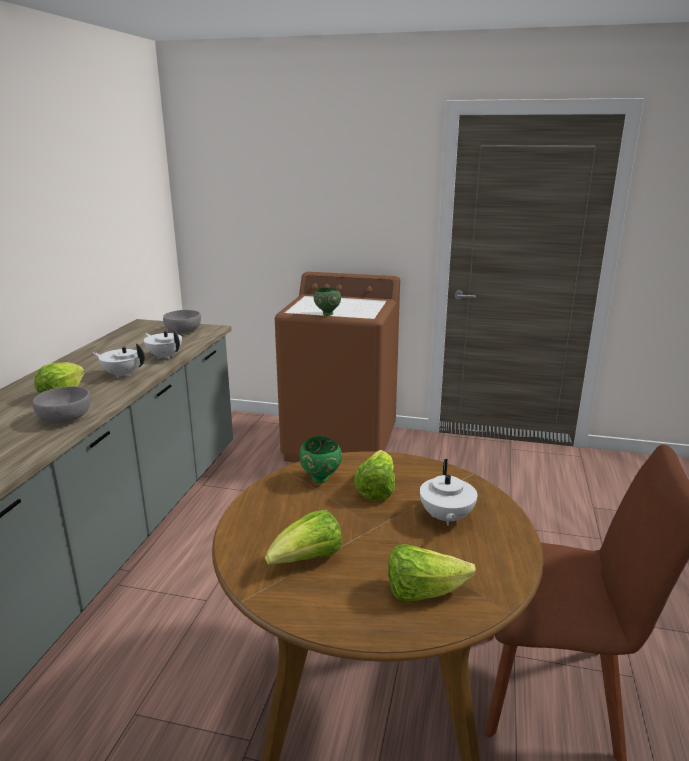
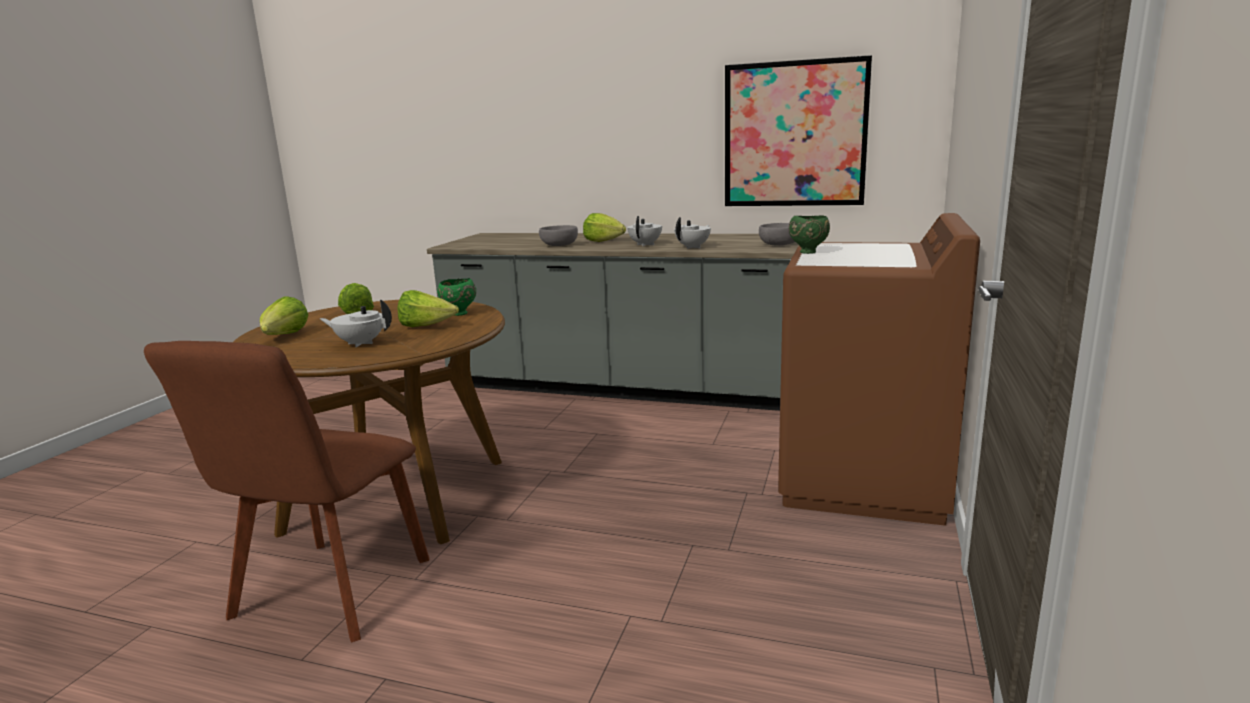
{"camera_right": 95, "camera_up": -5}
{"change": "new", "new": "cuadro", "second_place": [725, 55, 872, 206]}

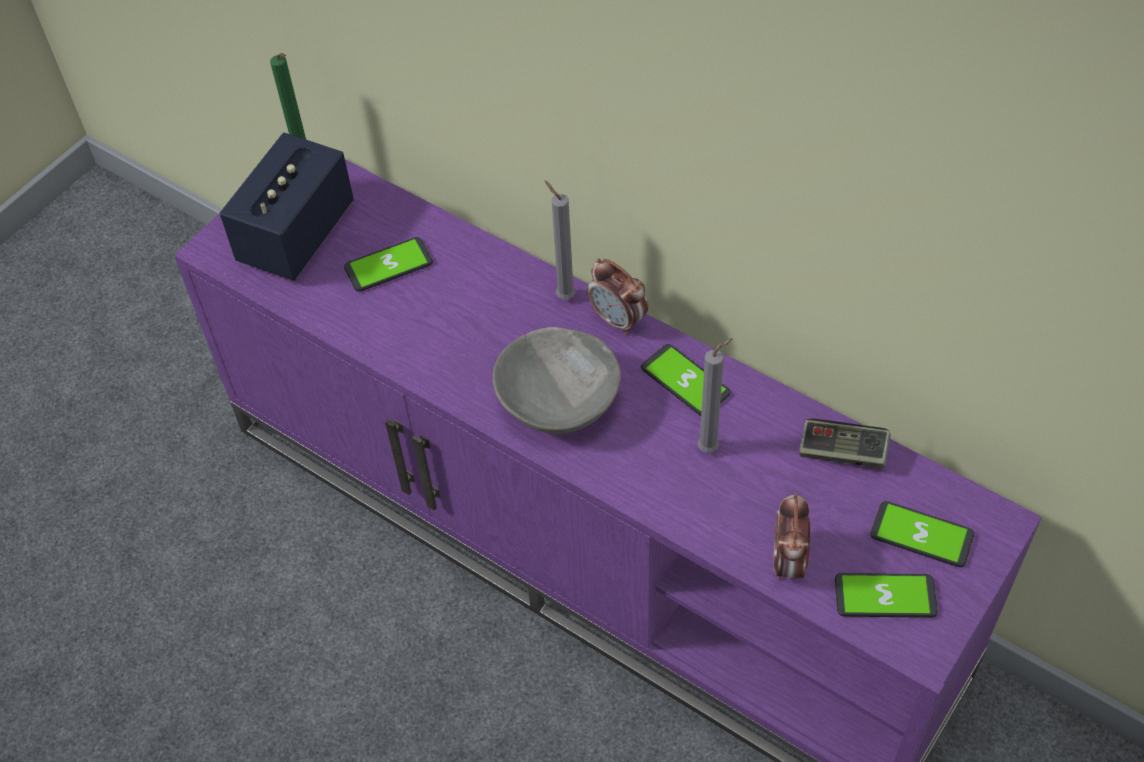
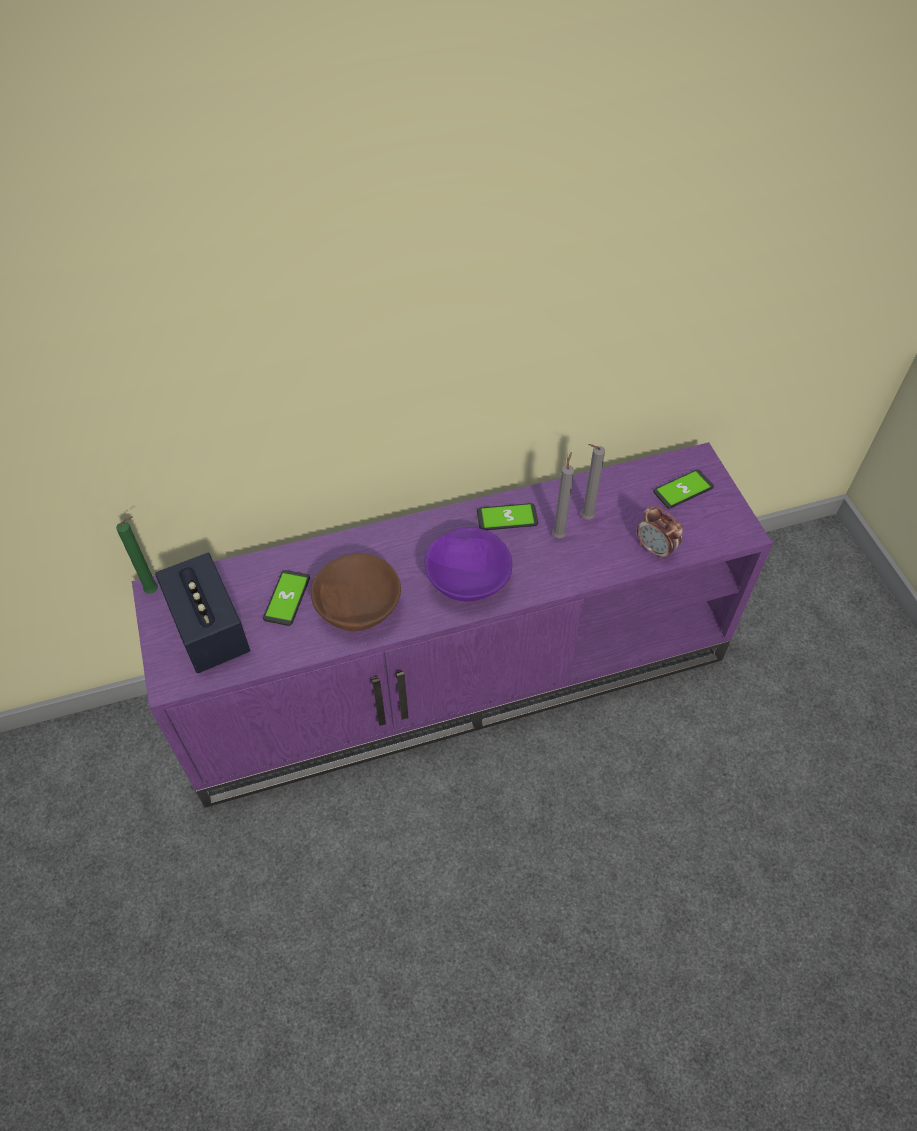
{"camera_right": -55, "camera_up": 0}
{"change": "gone", "old": "despertador", "first_place": [587, 258, 648, 335]}
{"change": "gone", "old": "mando de consola", "first_place": [799, 418, 891, 468]}
{"change": "gone", "old": "móvil", "first_place": [835, 573, 938, 618]}
{"change": "new", "new": "cuenco (marrón)", "second_place": [311, 553, 401, 631]}
{"change": "shifted", "old": "vela (gris)", "first_place": [545, 180, 575, 299], "second_place": [581, 444, 605, 519]}
{"change": "repainted", "old": "cuenco (gris)", "new": "cuenco (morado)", "first_place": [493, 327, 621, 434], "second_place": [425, 527, 512, 602]}

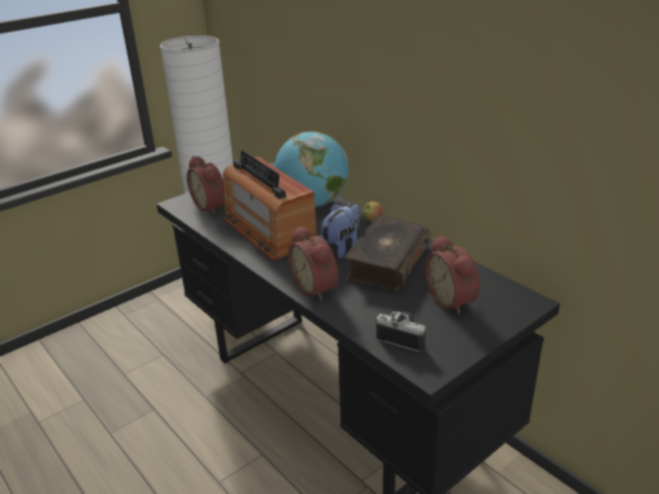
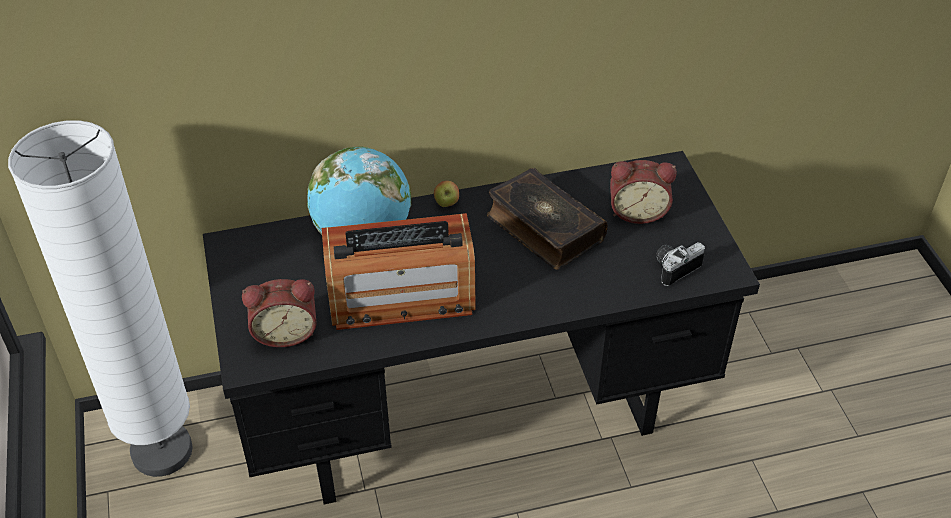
{"camera_right": -65, "camera_up": 15}
{"change": "gone", "old": "despertador", "first_place": [288, 226, 338, 301]}
{"change": "gone", "old": "peluche", "first_place": [320, 203, 360, 259]}

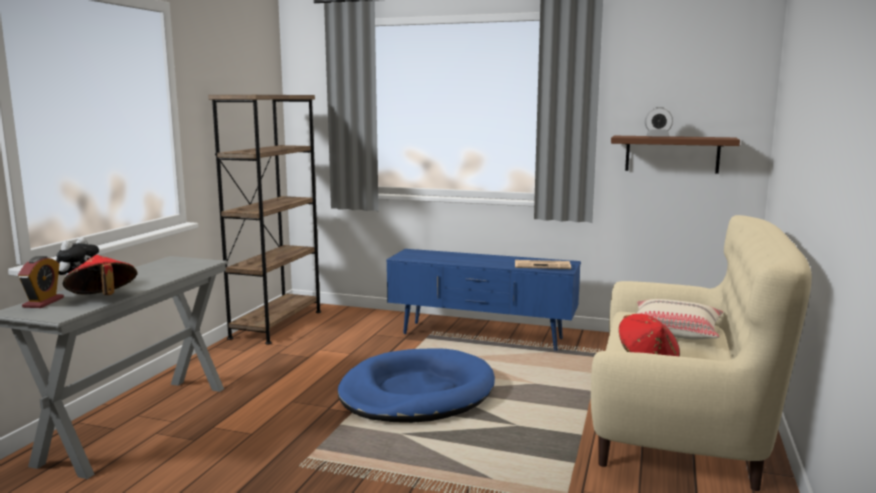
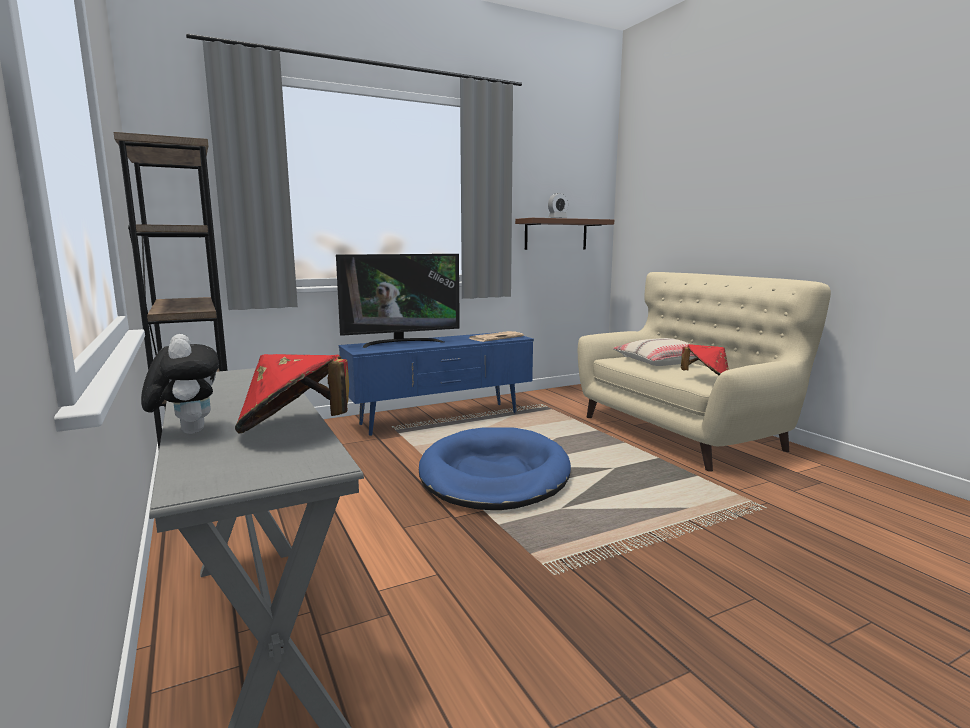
{"camera_right": -45, "camera_up": 0}
{"change": "gone", "old": "despertador", "first_place": [18, 256, 64, 308]}
{"change": "new", "new": "televisor", "second_place": [336, 254, 460, 348]}

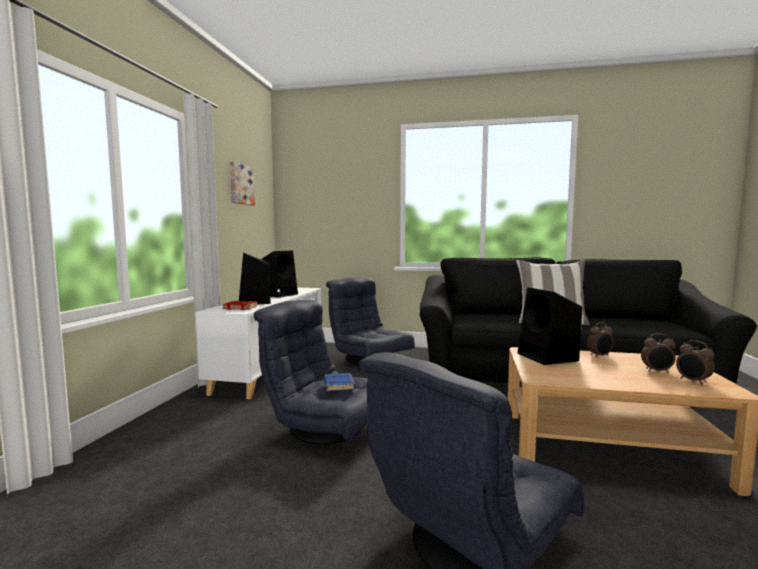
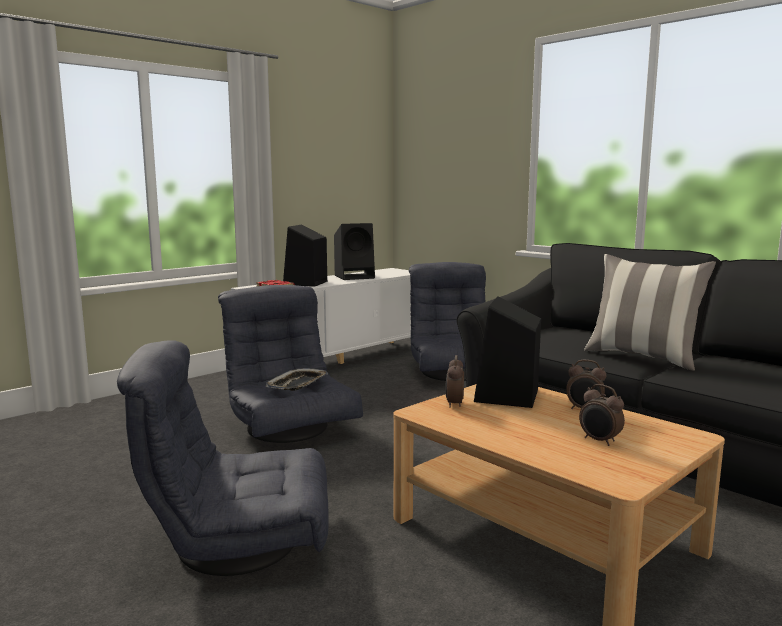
{"camera_right": 35, "camera_up": 5}
{"change": "gone", "old": "cuadro", "first_place": [230, 162, 255, 206]}
{"change": "shifted", "old": "despertador", "first_place": [676, 340, 715, 385], "second_place": [445, 355, 464, 408]}
{"change": "swapped", "old": "libro (azul)", "new": "bandeja", "first_place": [324, 373, 355, 391], "second_place": [266, 368, 328, 391]}

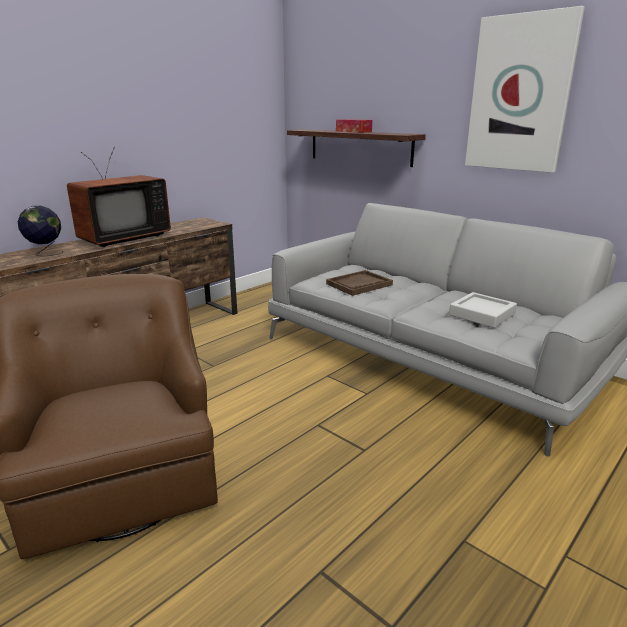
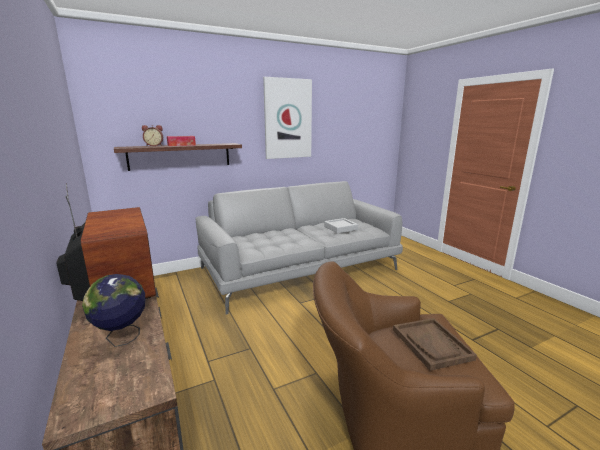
{"camera_right": -70, "camera_up": -5}
{"change": "new", "new": "despertador", "second_place": [142, 125, 163, 146]}
{"change": "shifted", "old": "bandeja (marrón)", "first_place": [326, 270, 393, 296], "second_place": [393, 318, 477, 371]}

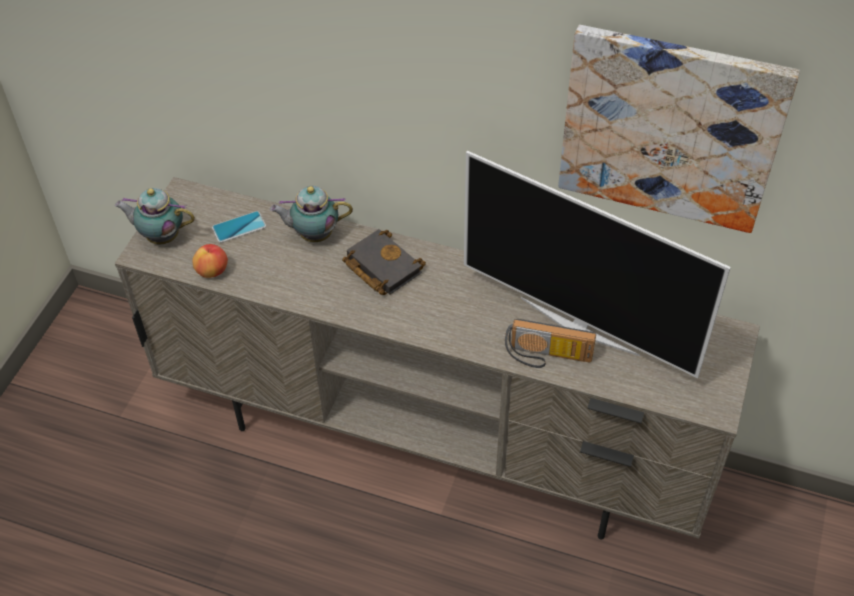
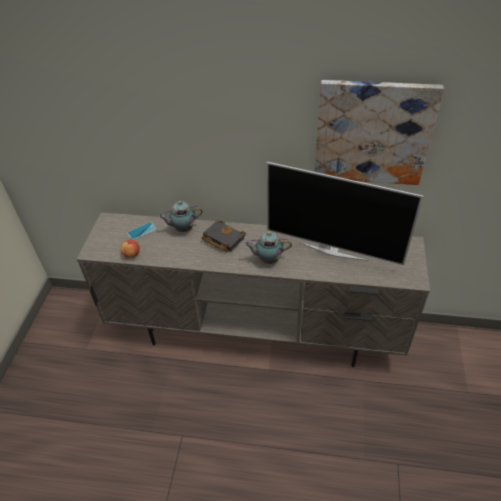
{"camera_right": -10, "camera_up": -5}
{"change": "gone", "old": "radio", "first_place": [505, 319, 596, 368]}
{"change": "shifted", "old": "tetera", "first_place": [115, 188, 195, 244], "second_place": [245, 231, 292, 264]}

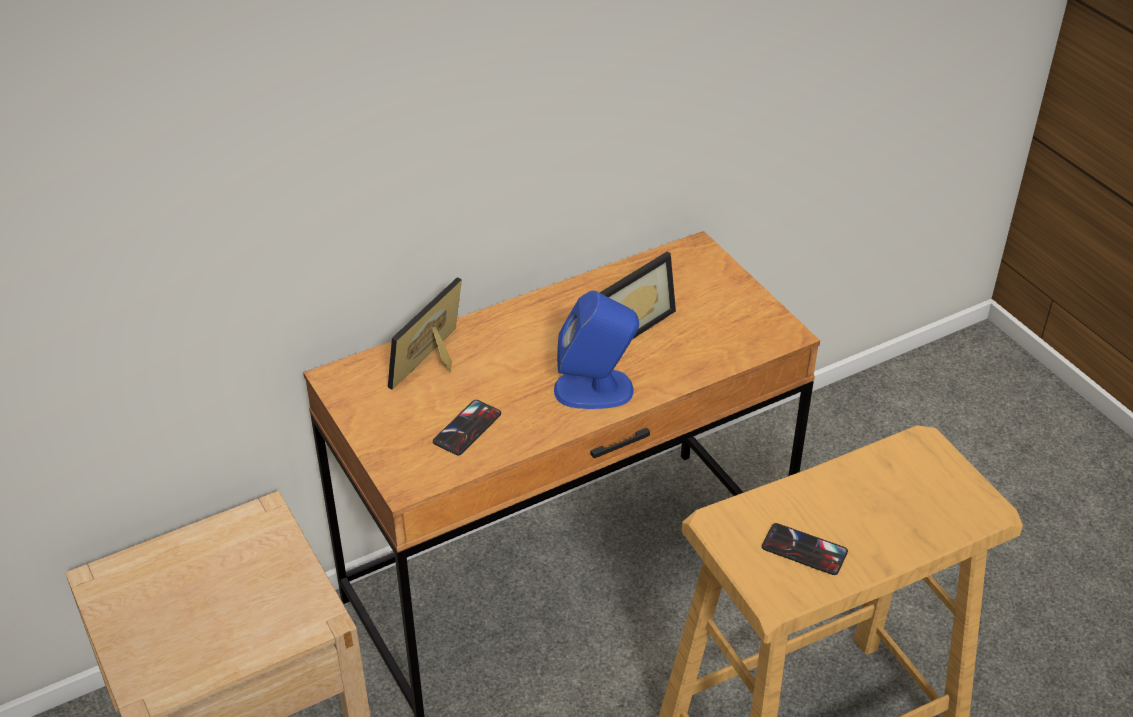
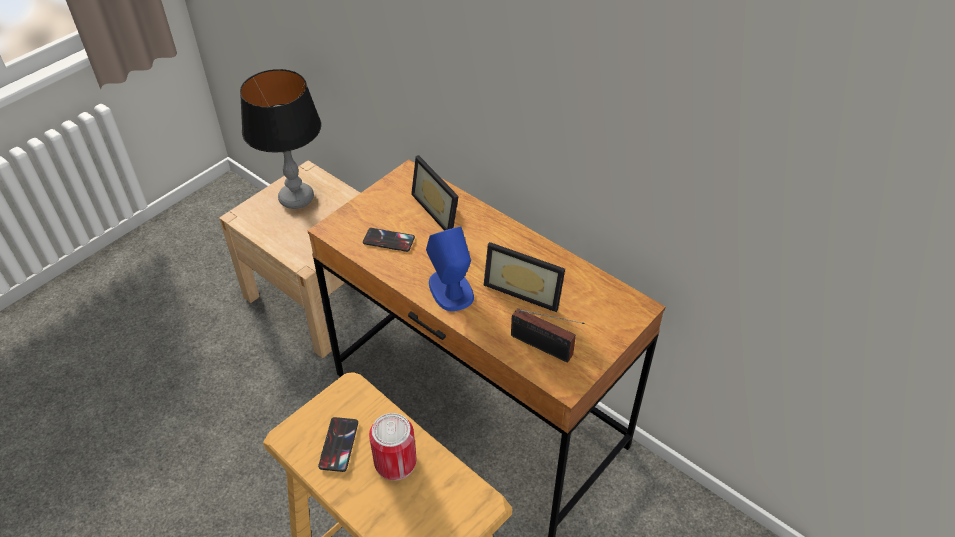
{"camera_right": 70, "camera_up": 5}
{"change": "new", "new": "lámpara de mesa", "second_place": [240, 69, 321, 209]}
{"change": "new", "new": "lata", "second_place": [369, 413, 417, 481]}
{"change": "new", "new": "radio", "second_place": [511, 308, 584, 363]}
{"change": "rotated", "old": "portarretratos", "first_place": [388, 277, 462, 390], "second_place": [411, 155, 459, 231], "degrees": -135}

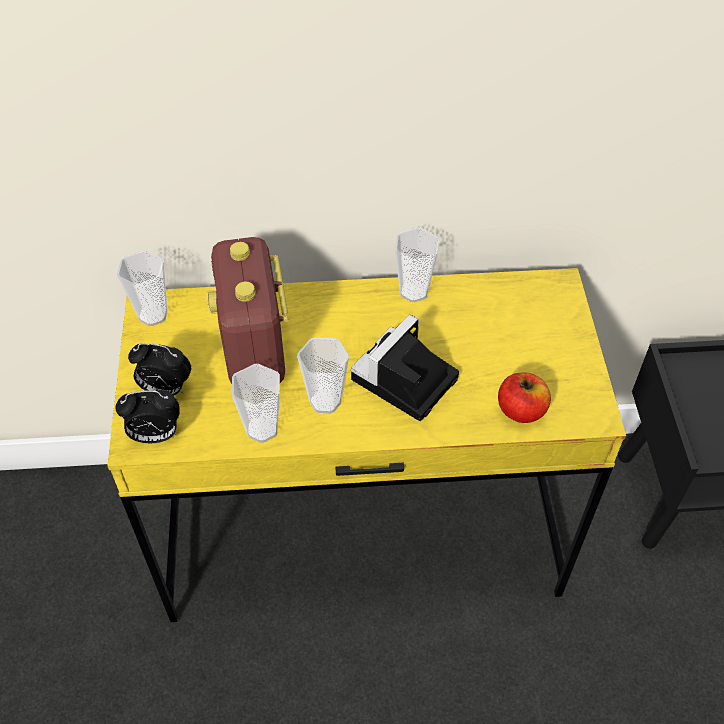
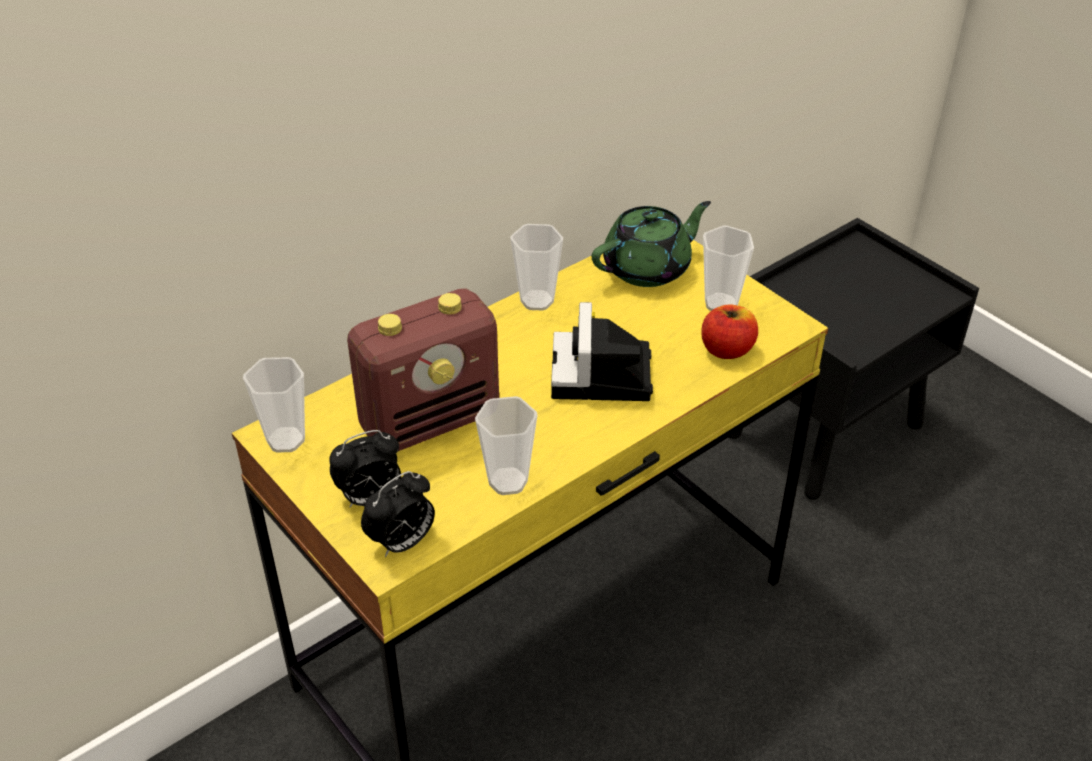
{"camera_right": -35, "camera_up": -10}
{"change": "new", "new": "tetera (verde)", "second_place": [592, 201, 711, 287]}
{"change": "shifted", "old": "taza", "first_place": [297, 337, 349, 414], "second_place": [703, 226, 754, 311]}
{"change": "rotated", "old": "radio", "first_place": [206, 237, 288, 384], "second_place": [347, 288, 499, 451], "degrees": -75}

